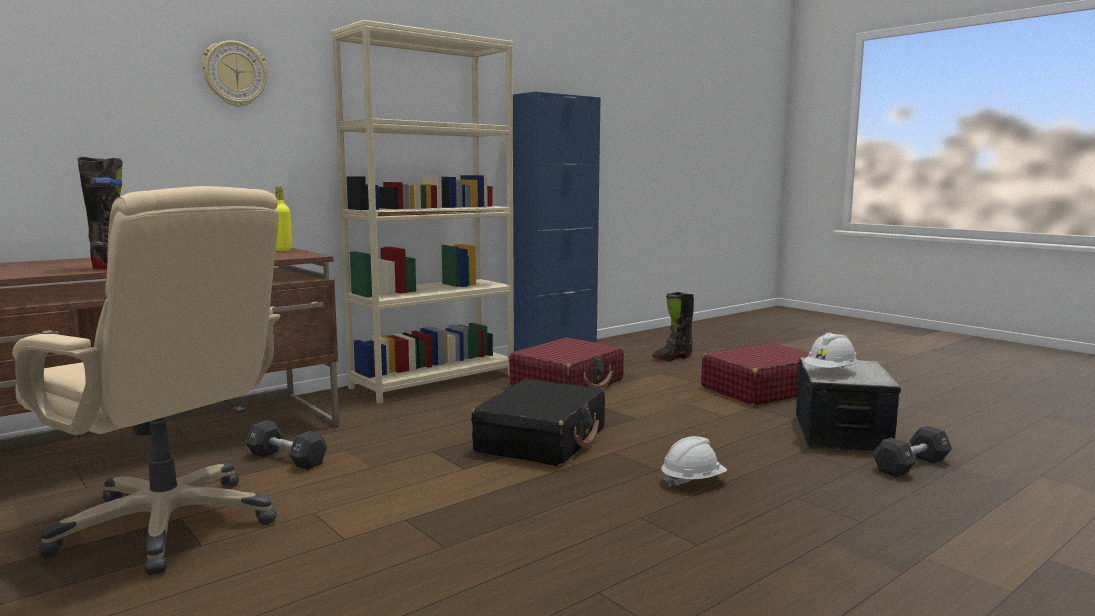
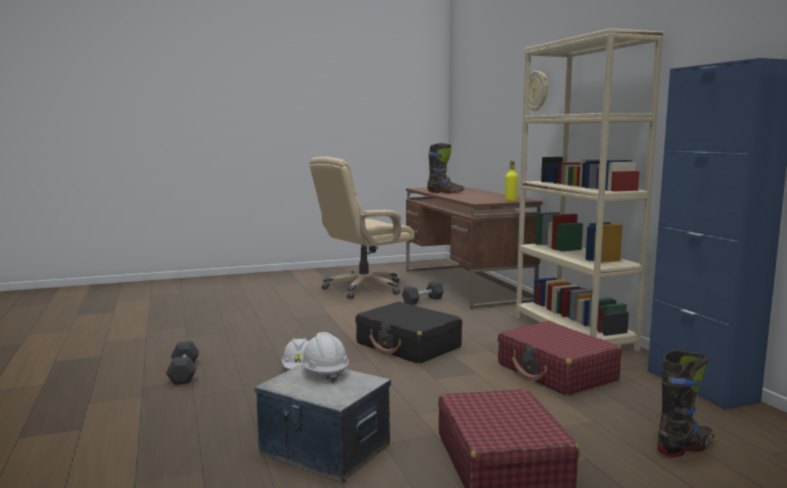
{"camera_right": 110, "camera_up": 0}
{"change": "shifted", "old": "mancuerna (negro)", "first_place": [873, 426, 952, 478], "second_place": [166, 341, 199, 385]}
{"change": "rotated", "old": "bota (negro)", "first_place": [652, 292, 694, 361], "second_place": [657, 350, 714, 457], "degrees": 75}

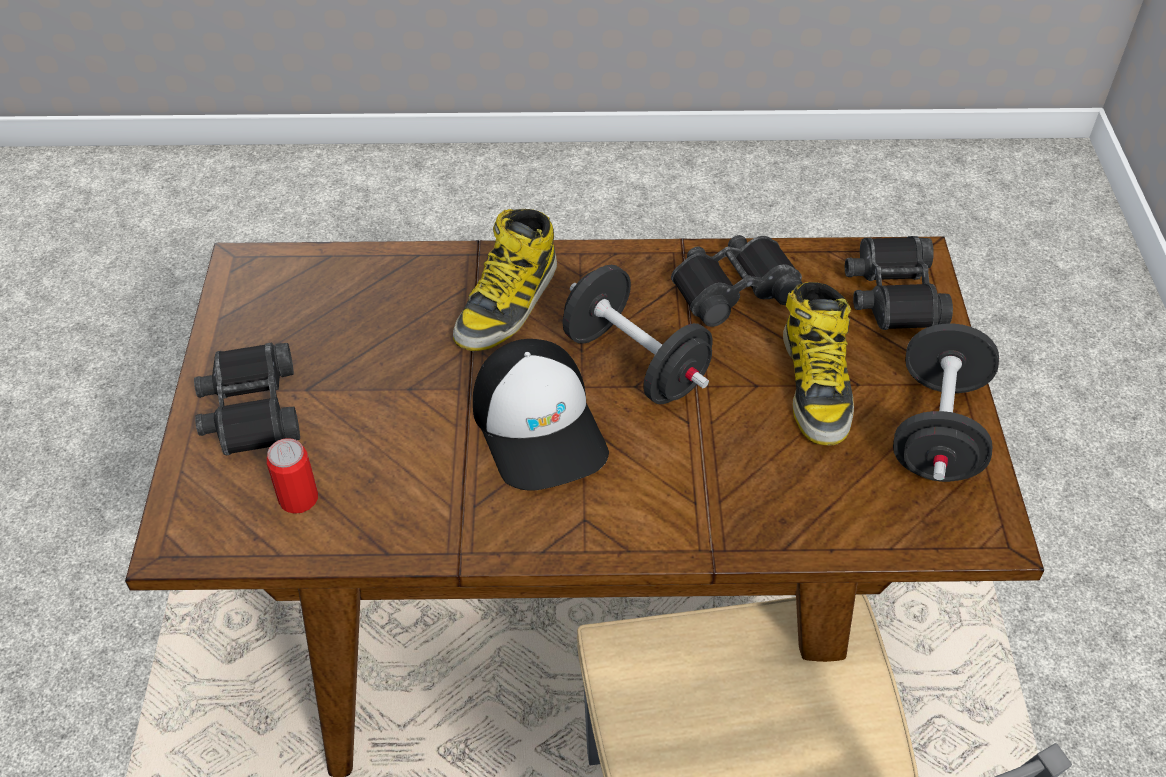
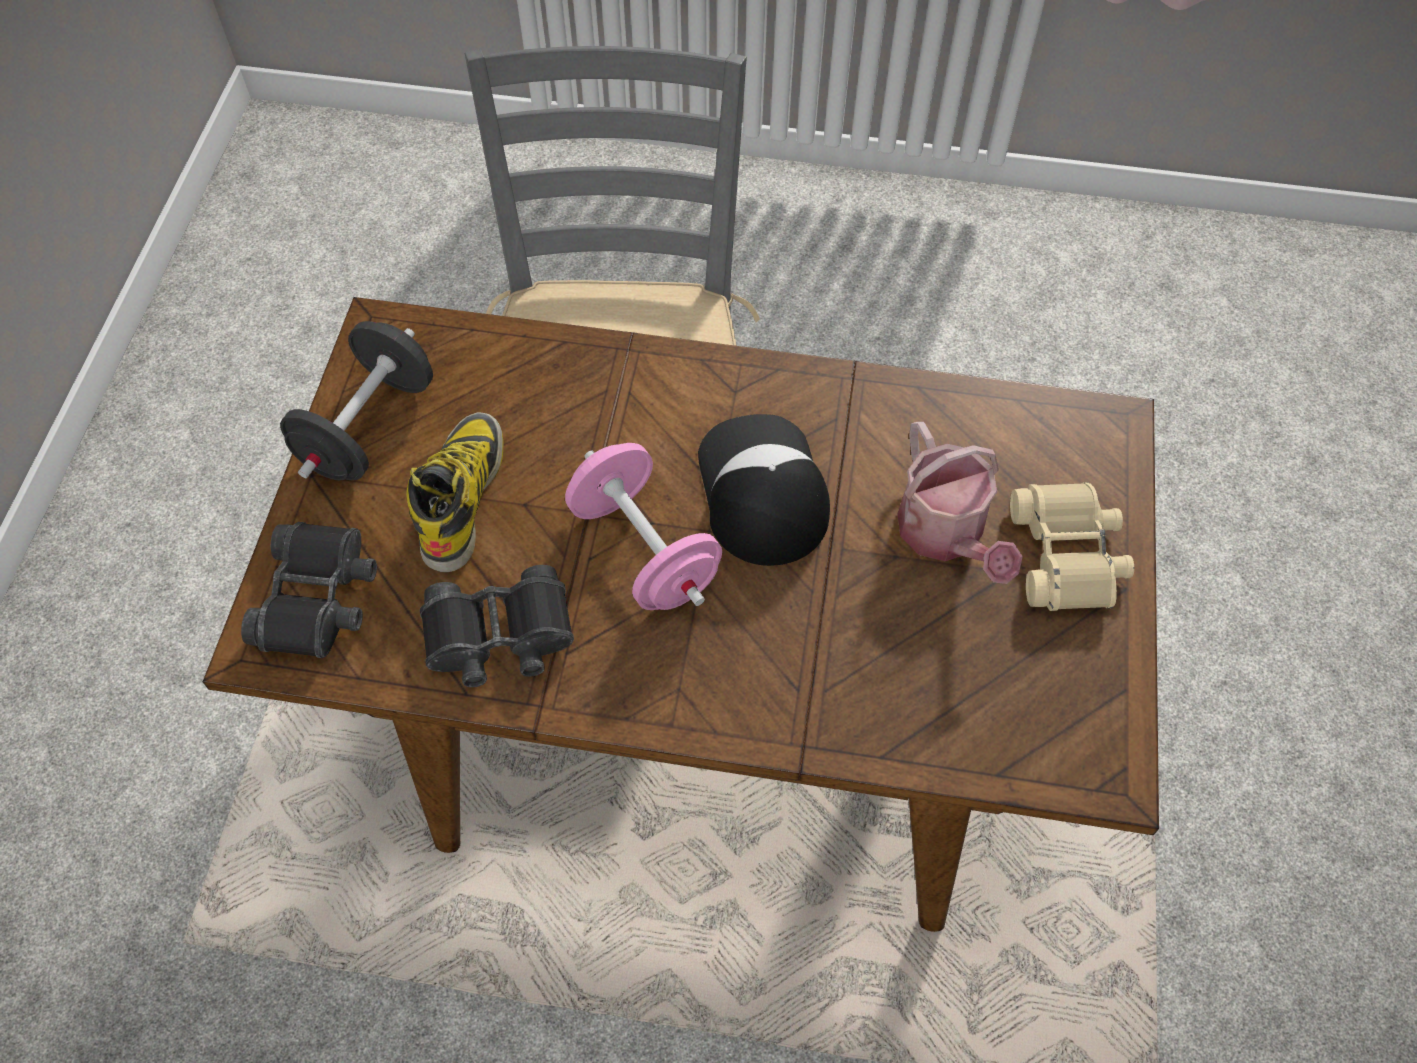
{"camera_right": -170, "camera_up": 10}
{"change": "gone", "old": "lata", "first_place": [267, 438, 318, 514]}
{"change": "gone", "old": "bota", "first_place": [453, 209, 557, 351]}
{"change": "new", "new": "regadera", "second_place": [897, 422, 1023, 584]}
{"change": "repainted", "old": "prismáticos (negro)", "new": "prismáticos (beis)", "first_place": [194, 342, 300, 455], "second_place": [1010, 482, 1134, 611]}
{"change": "repainted", "old": "mancuerna (negro)", "new": "mancuerna (rosa)", "first_place": [563, 265, 712, 404], "second_place": [565, 443, 722, 610]}

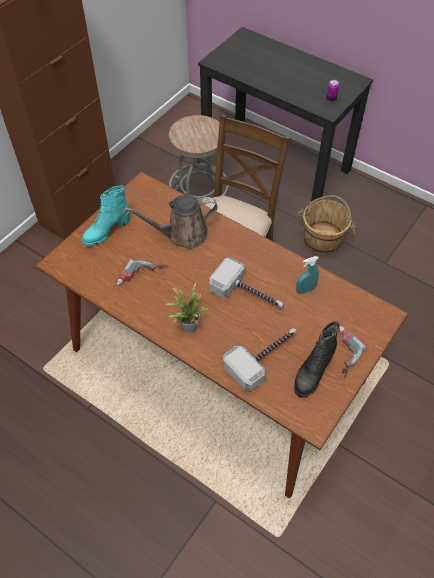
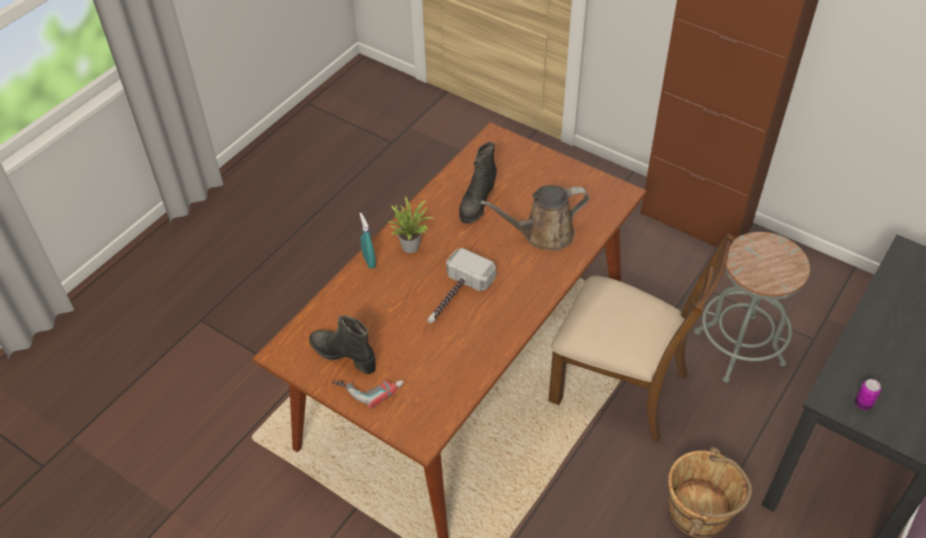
{"camera_right": 90, "camera_up": -5}
{"change": "gone", "old": "bota (turquesa)", "first_place": [82, 186, 130, 246]}
{"change": "gone", "old": "martillo", "first_place": [223, 328, 297, 391]}
{"change": "shifted", "old": "pulverizador (turquesa)", "first_place": [296, 256, 319, 294], "second_place": [359, 213, 376, 268]}
{"change": "swapped", "old": "taladro", "new": "bota (negro)", "first_place": [117, 259, 168, 286], "second_place": [459, 142, 497, 224]}
{"change": "rotated", "old": "regadera (marrón)", "first_place": [124, 195, 218, 249], "second_place": [480, 185, 589, 250], "degrees": -90}

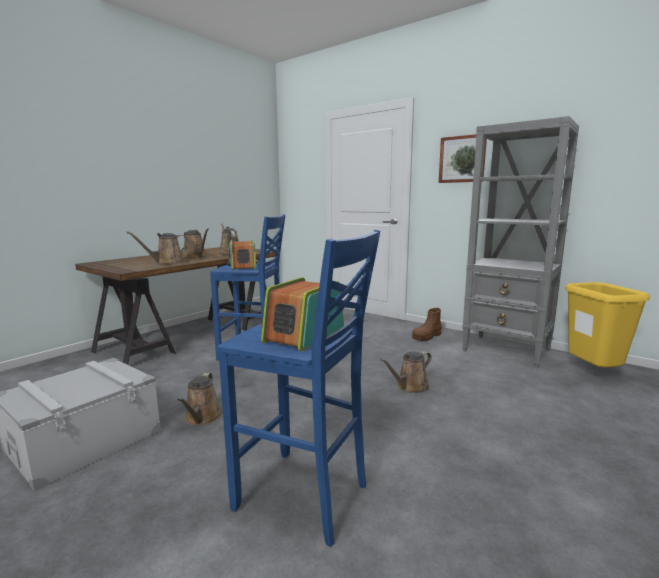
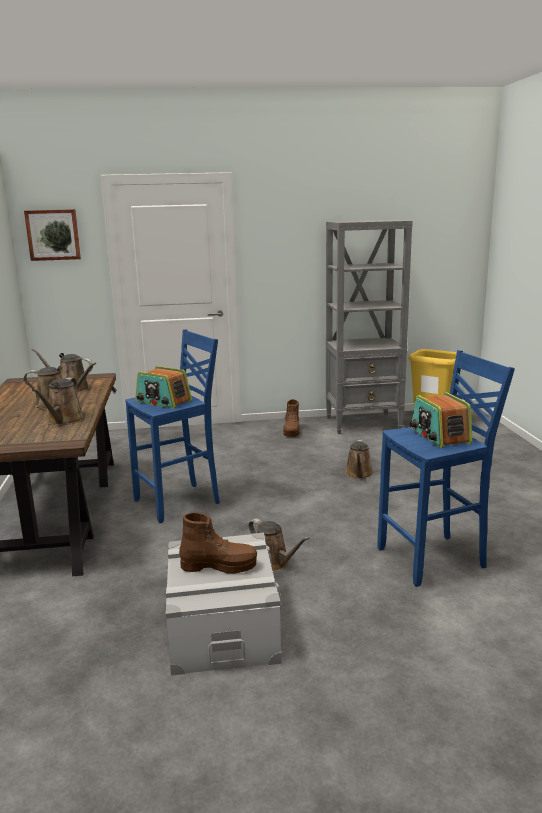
{"camera_right": -45, "camera_up": 5}
{"change": "new", "new": "bota (marrón)", "second_place": [179, 513, 257, 574]}
{"change": "shifted", "old": "cuadro", "first_place": [439, 134, 487, 183], "second_place": [24, 209, 81, 261]}

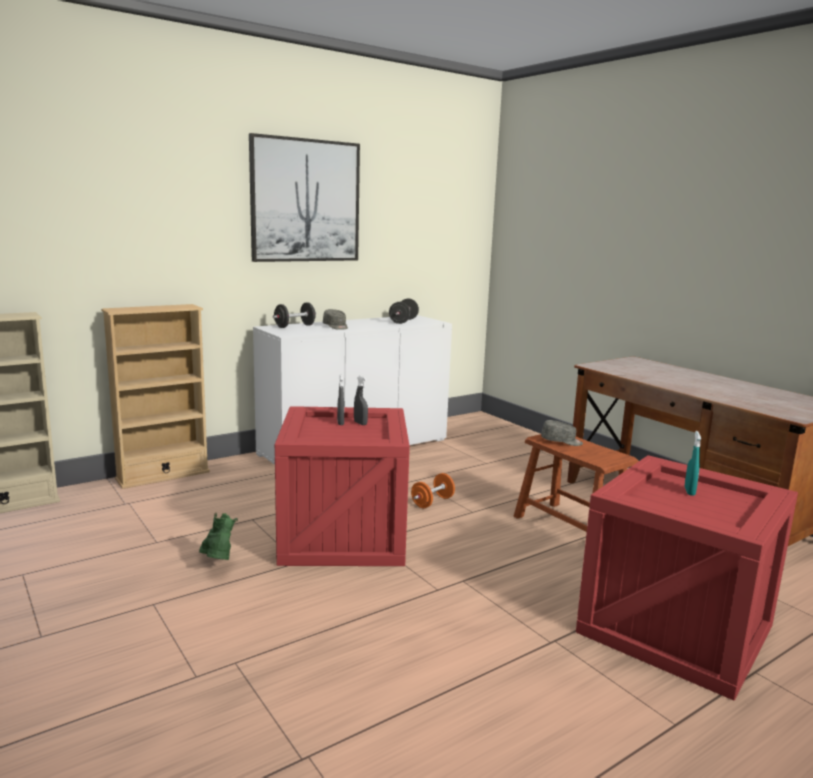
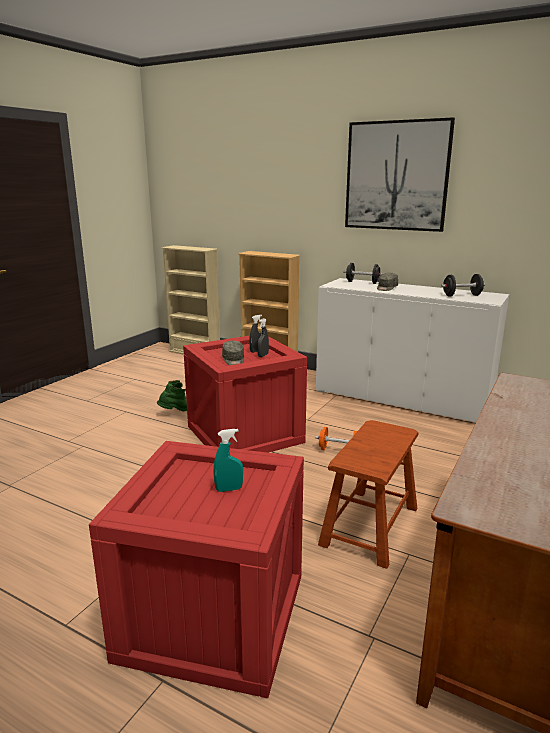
{"camera_right": 65, "camera_up": 5}
{"change": "shifted", "old": "gorra (gris)", "first_place": [541, 420, 583, 446], "second_place": [222, 341, 244, 365]}

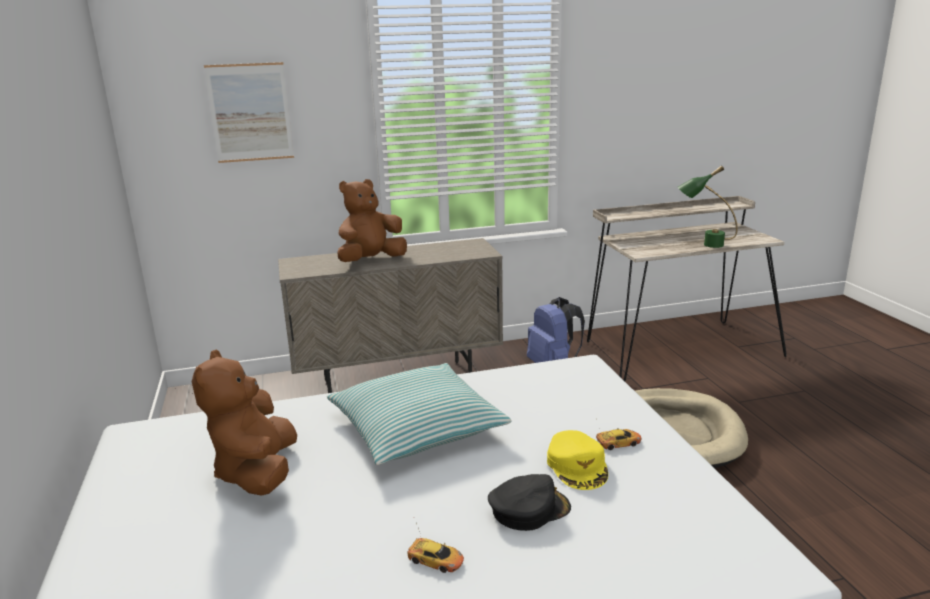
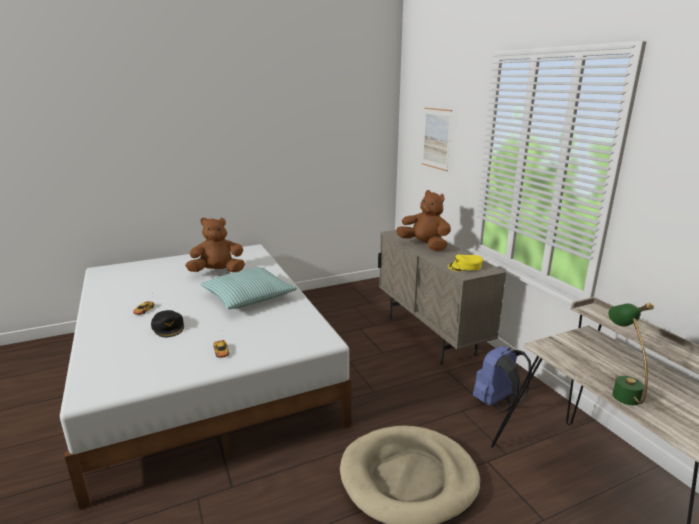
{"camera_right": 80, "camera_up": 0}
{"change": "shifted", "old": "gorra (amarillo)", "first_place": [547, 430, 608, 490], "second_place": [448, 254, 484, 271]}

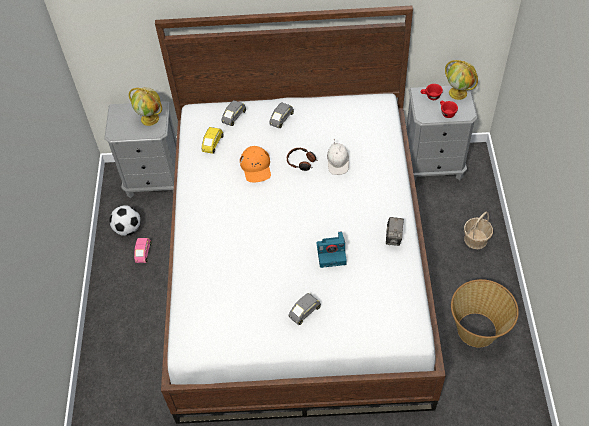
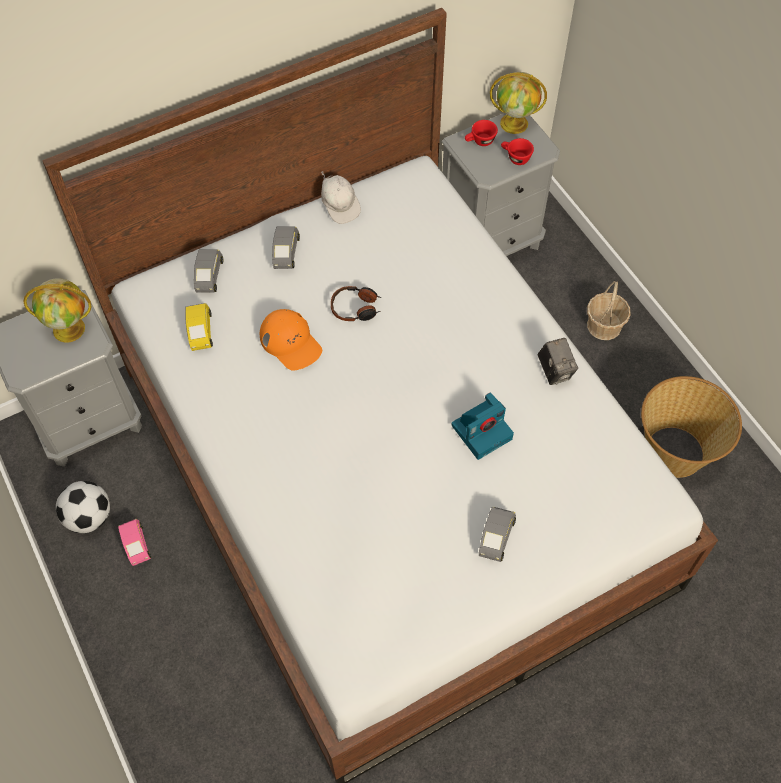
{"camera_right": -30, "camera_up": 5}
{"change": "shifted", "old": "gorra (blanco)", "first_place": [327, 138, 349, 175], "second_place": [321, 171, 361, 224]}

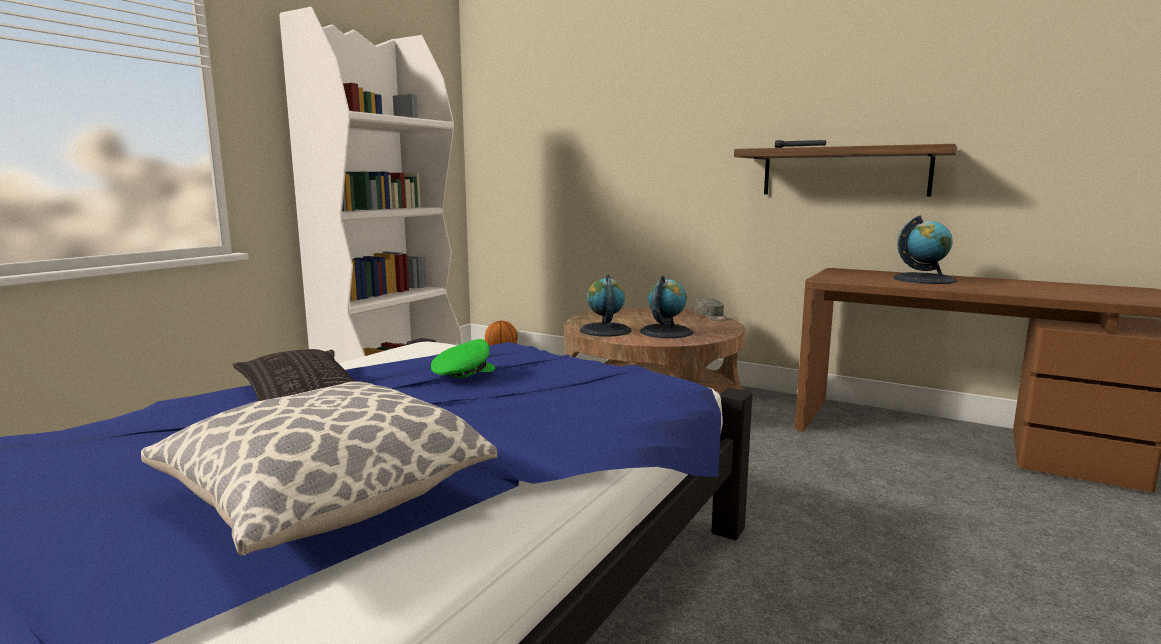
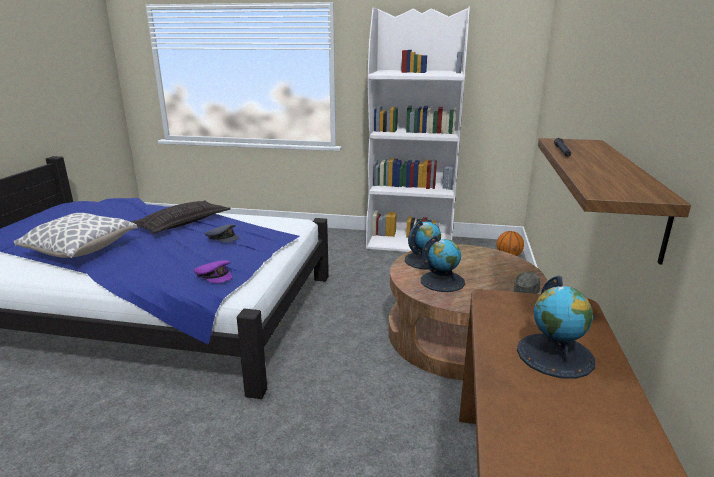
{"camera_right": 70, "camera_up": 10}
{"change": "new", "new": "gorra (morado)", "second_place": [194, 260, 232, 283]}
{"change": "repainted", "old": "gorra (verde)", "new": "gorra (gris)", "first_place": [431, 339, 495, 378], "second_place": [205, 225, 239, 242]}

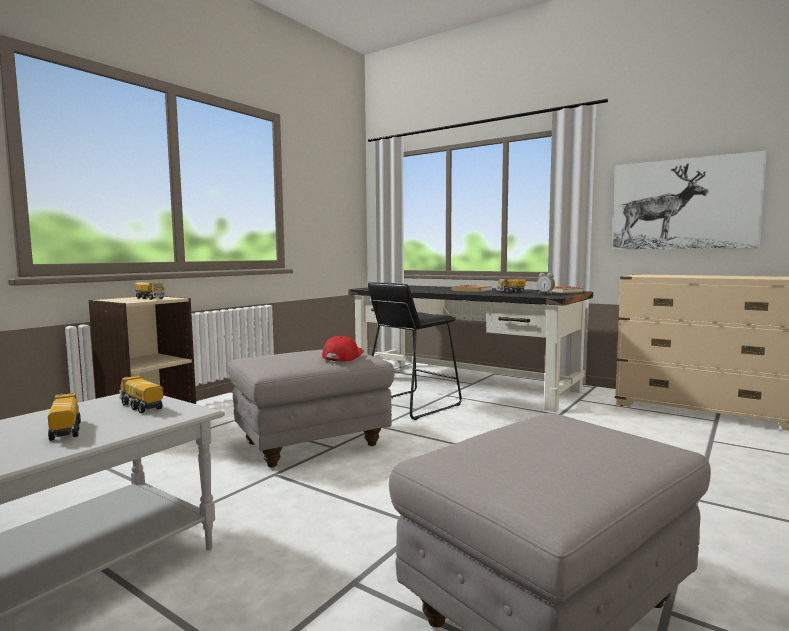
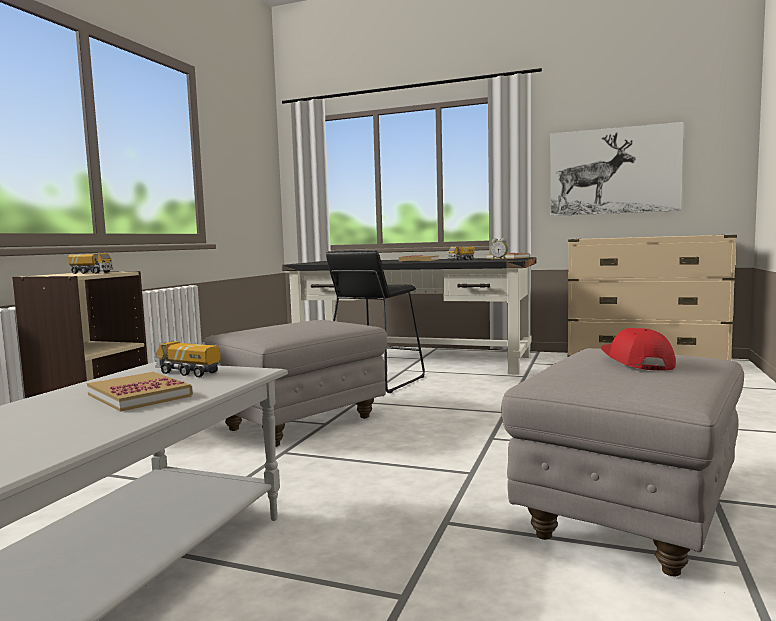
{"camera_right": -15, "camera_up": 0}
{"change": "shifted", "old": "gorra (rojo)", "first_place": [322, 336, 364, 361], "second_place": [601, 328, 676, 371]}
{"change": "swapped", "old": "camión de juguete", "new": "libro", "first_place": [48, 392, 81, 441], "second_place": [87, 372, 193, 412]}

